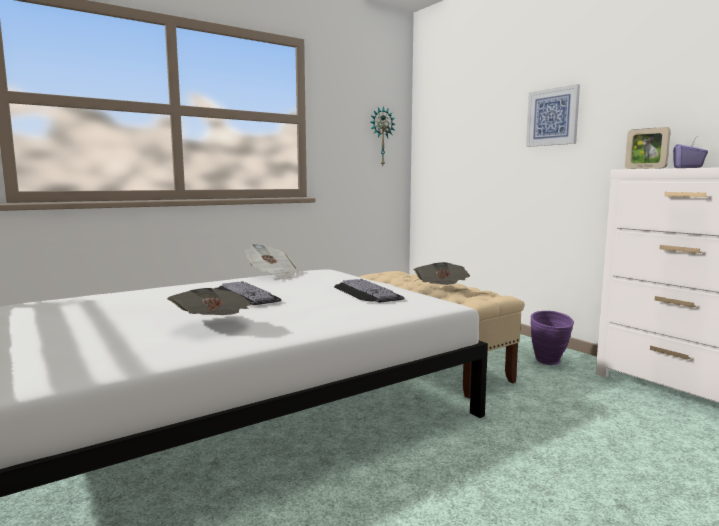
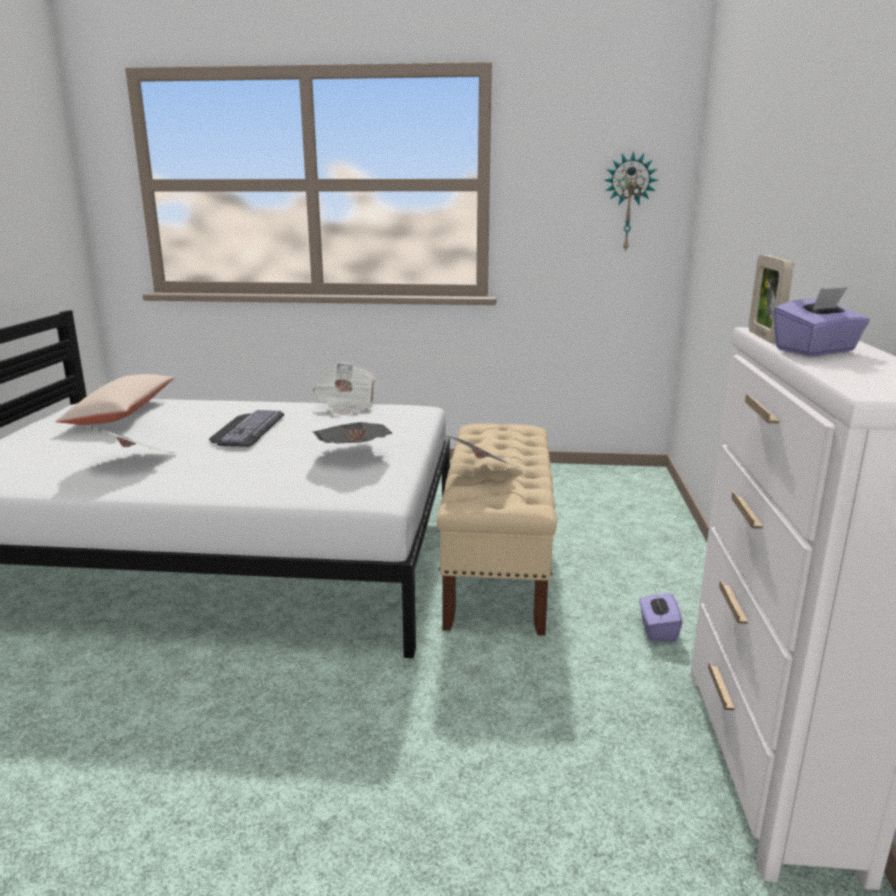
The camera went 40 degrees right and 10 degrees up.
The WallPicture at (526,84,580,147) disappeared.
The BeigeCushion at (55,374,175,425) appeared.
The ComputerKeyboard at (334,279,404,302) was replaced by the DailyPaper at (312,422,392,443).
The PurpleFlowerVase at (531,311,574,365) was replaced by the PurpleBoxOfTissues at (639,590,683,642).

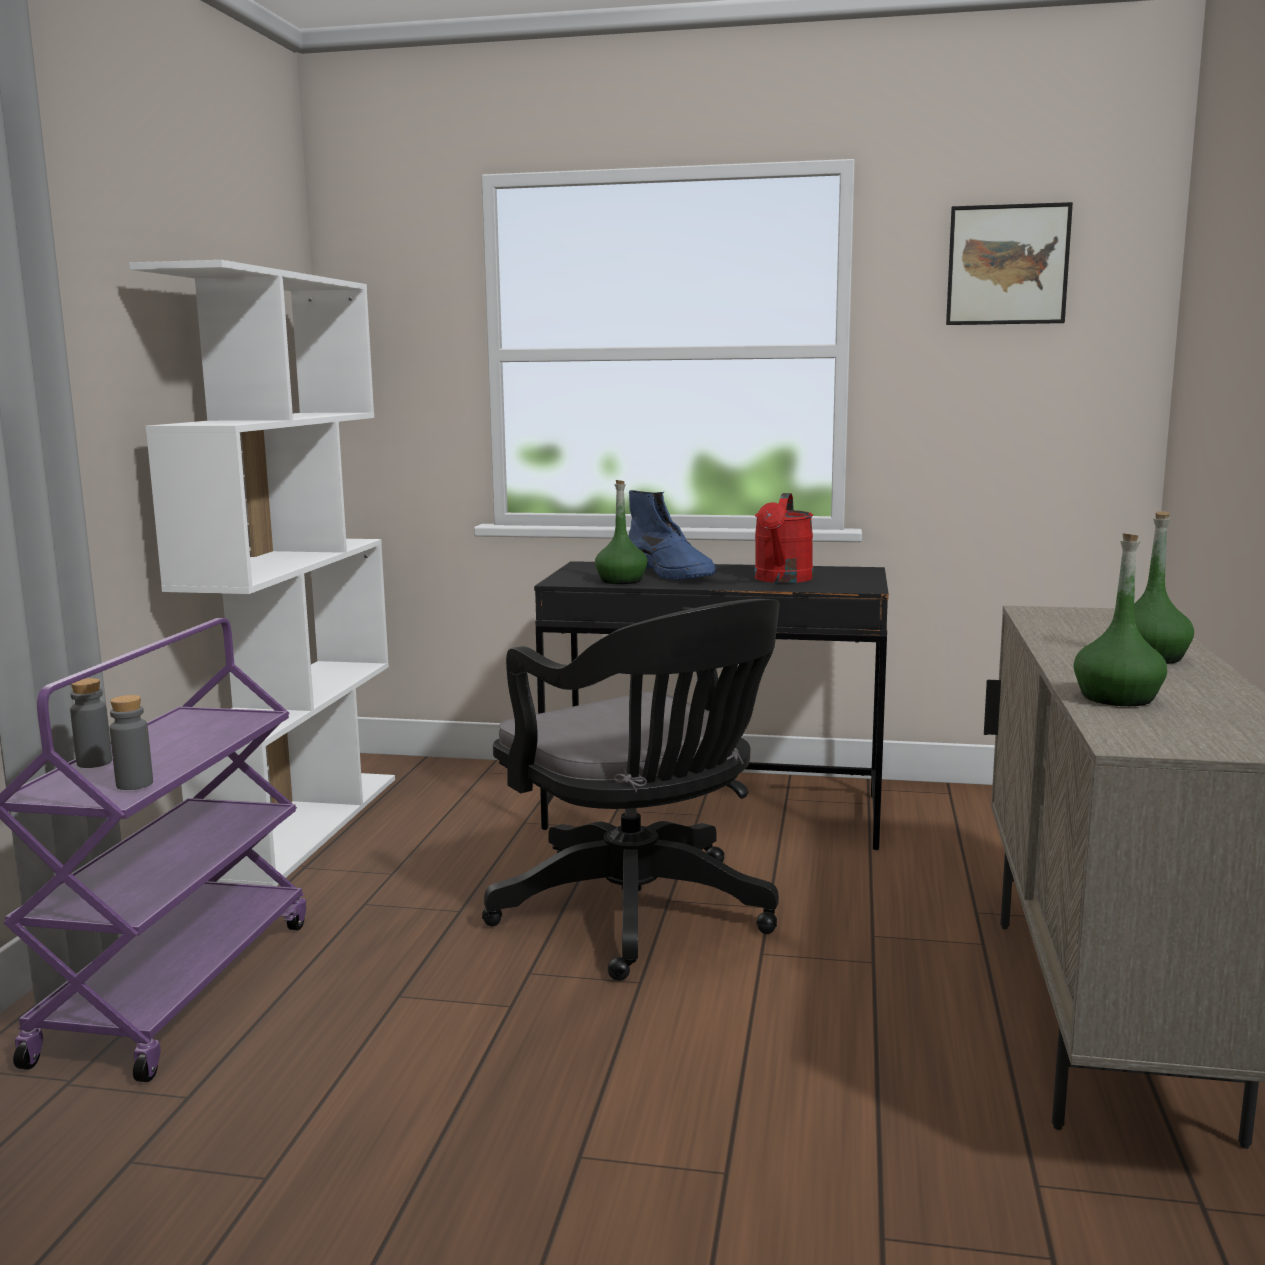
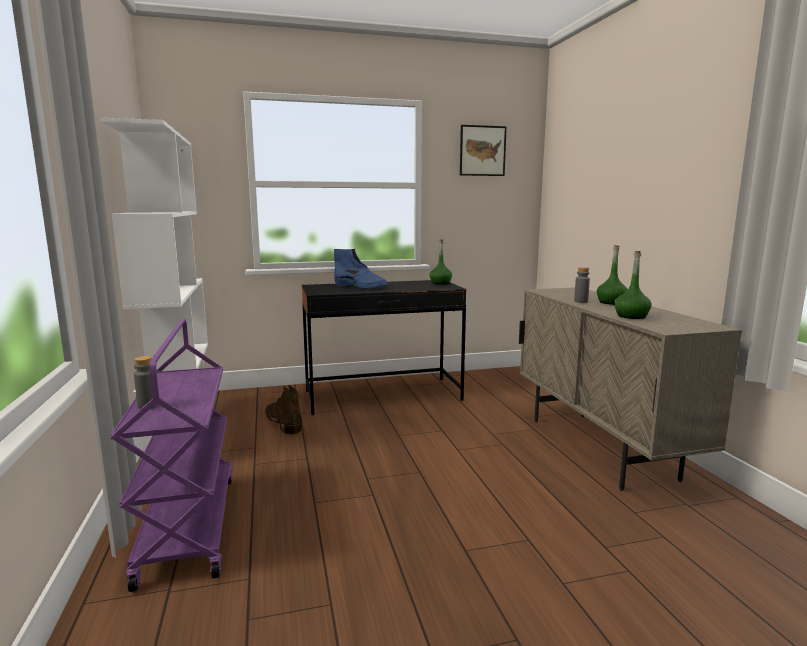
The camera went 25 degrees left and 0 degrees up.
The BlackColouredDeskChair at (482,599,780,981) disappeared.
The ReddishWateringCan at (754,493,813,583) disappeared.
The BrownishBoot at (265,385,302,435) appeared.
The GrayBeverageBottle moved from (110,695,153,790) to (574,267,590,303).
The GreenBeverageBottle moved from (595,480,648,584) to (429,239,452,285).

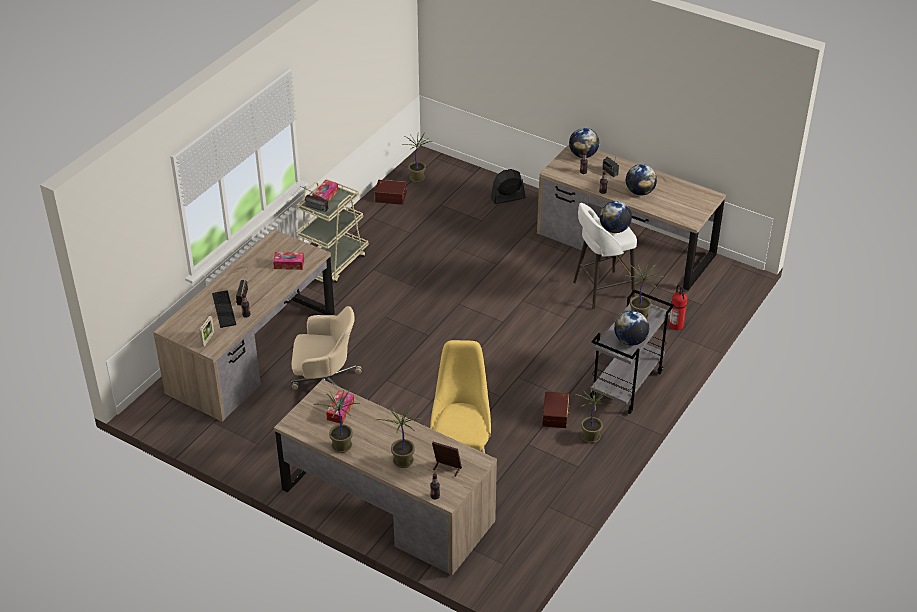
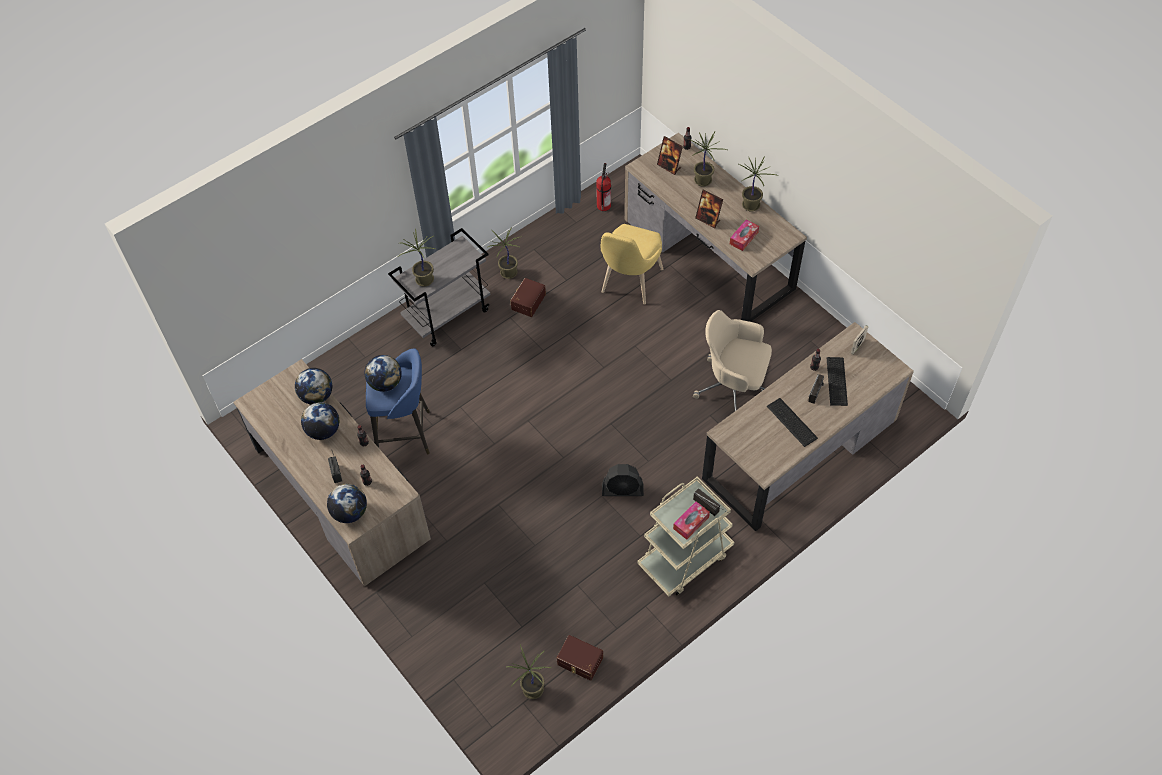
The camera went 160 degrees left and 15 degrees up.
The BoxOfTissues at (273,252,304,270) disappeared.
The PictureFrame at (695,189,723,228) appeared.
The ComputerKeyboard at (767,398,818,447) appeared.
The BlackColouredCoolingFan moved from (491,169,526,204) to (602,464,644,496).
The DeskGlobe moved from (614,311,649,346) to (295,368,332,404).
The FireFightingCylinder moved from (669,285,688,330) to (596,163,611,211).
The WhitishStool at (573,203,637,310) became the BlueStool at (366,348,430,454).

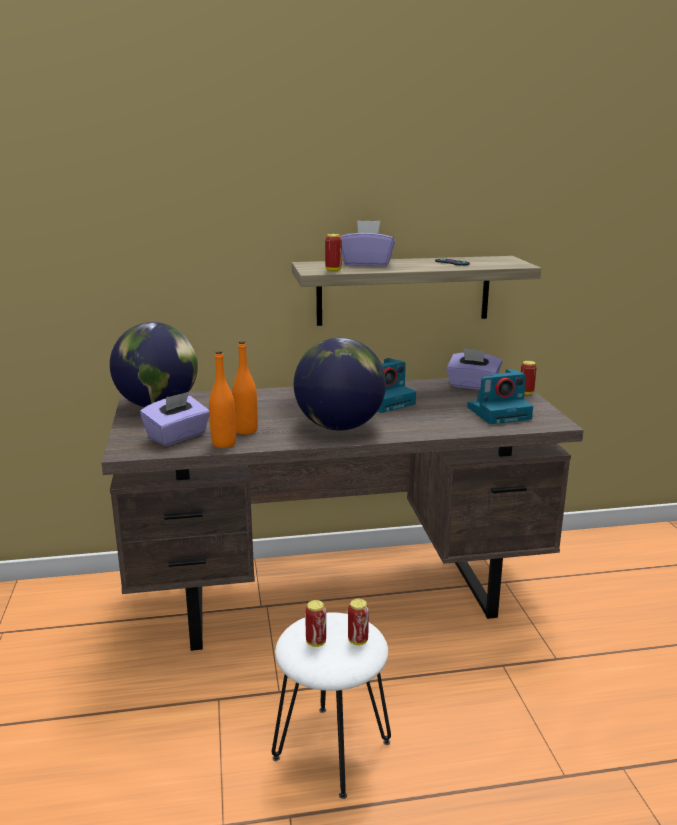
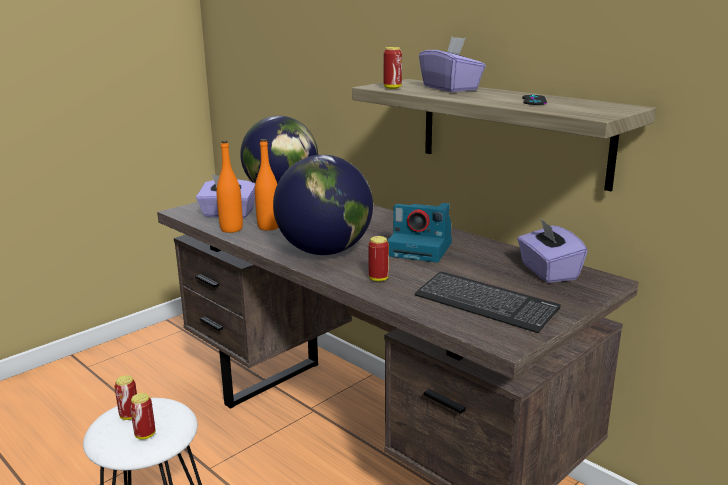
The camera went 55 degrees right and 0 degrees up.
The SealedCan moved from (521,361,537,395) to (368,236,389,282).
The StillCamera at (467,368,533,424) was replaced by the ComputerKeyboard at (415,272,561,333).

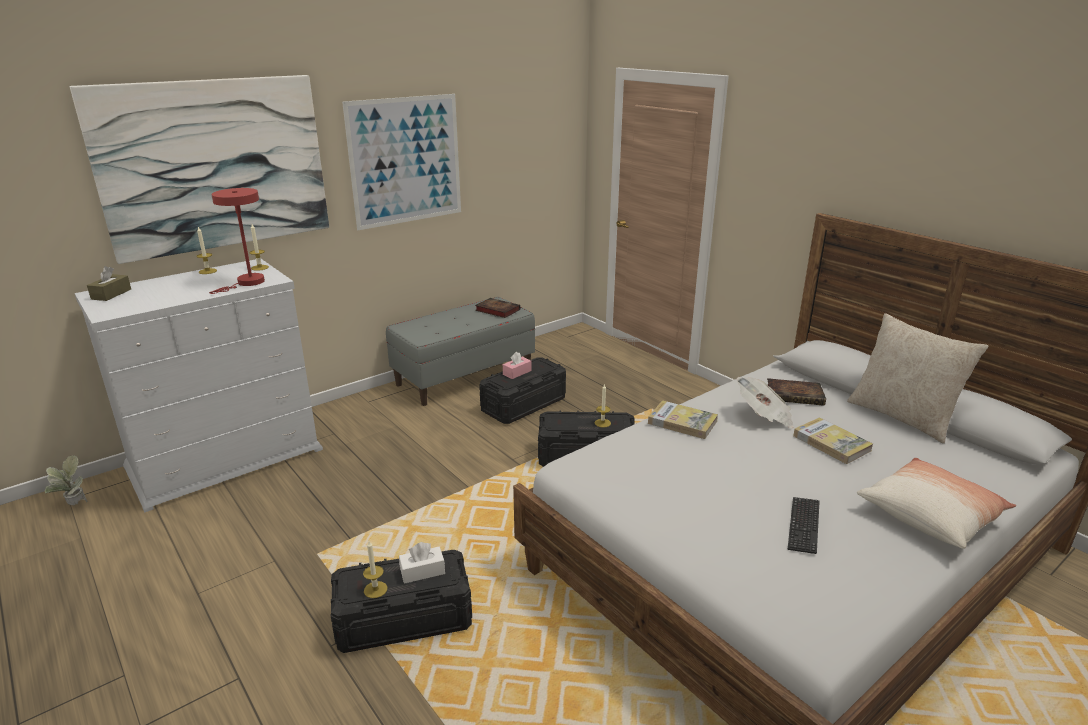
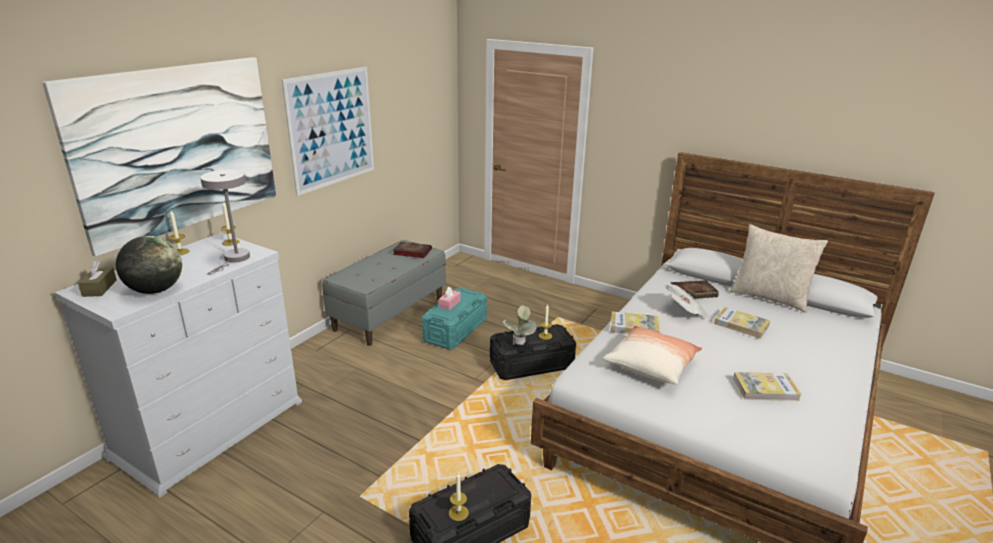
The camera went 20 degrees left and 0 degrees up.
The WhitishBoxOfTissues at (399,542,445,584) disappeared.
The DeskGlobe at (116,236,182,294) appeared.
The Houseplant moved from (45,456,87,505) to (502,305,537,345).
The Cushion moved from (857,458,1016,549) to (603,326,702,385).
The ComputerKeyboard at (788,497,820,554) was replaced by the BoundBook at (733,372,802,401).
The ReddishTabletopLamp at (209,188,265,294) became the GrayTabletopLamp at (200,170,250,275).
The BlackColouredStorageBin at (479,357,566,424) became the TurquoiseColouredStorageBin at (422,288,487,350).

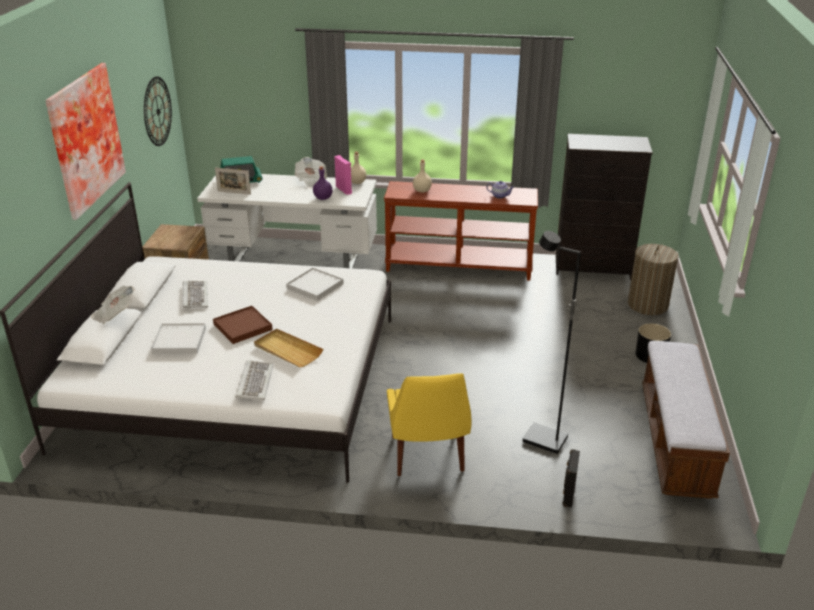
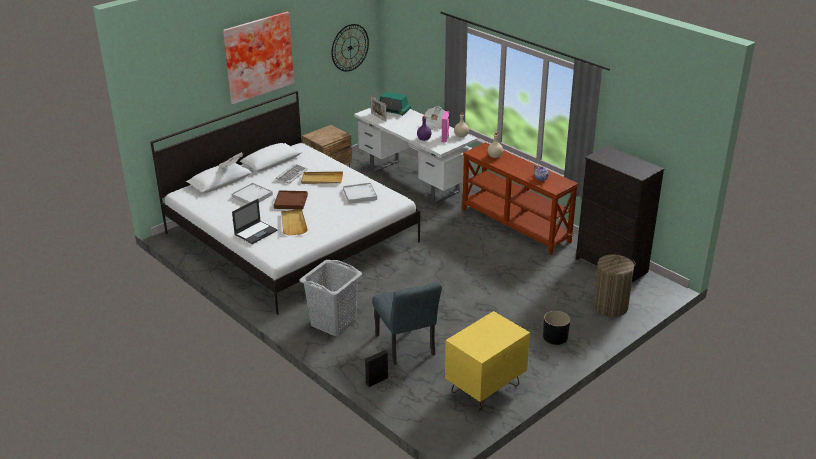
The camera went 40 degrees right and 0 degrees up.
The BeigeCarryingTray at (301,172,343,184) appeared.
The ComputerKeyboard at (236,361,273,400) was replaced by the Laptop at (232,199,278,244).
The YellowishPlainChair at (387,373,472,476) was replaced by the GrayLaundryBasket at (299,260,362,336).
The BlackColouredStandardLamp at (522,231,581,454) was replaced by the GrayPlainChair at (373,282,442,365).
The IndoorBench at (642,341,730,499) was replaced by the YellowishNightTable at (445,311,530,411).

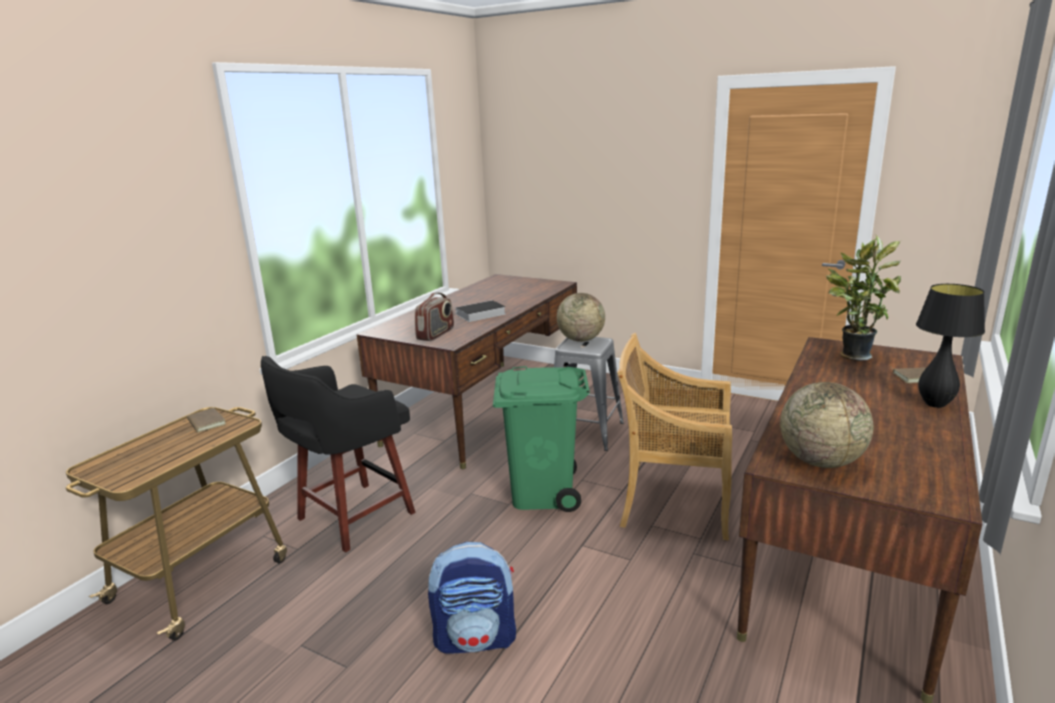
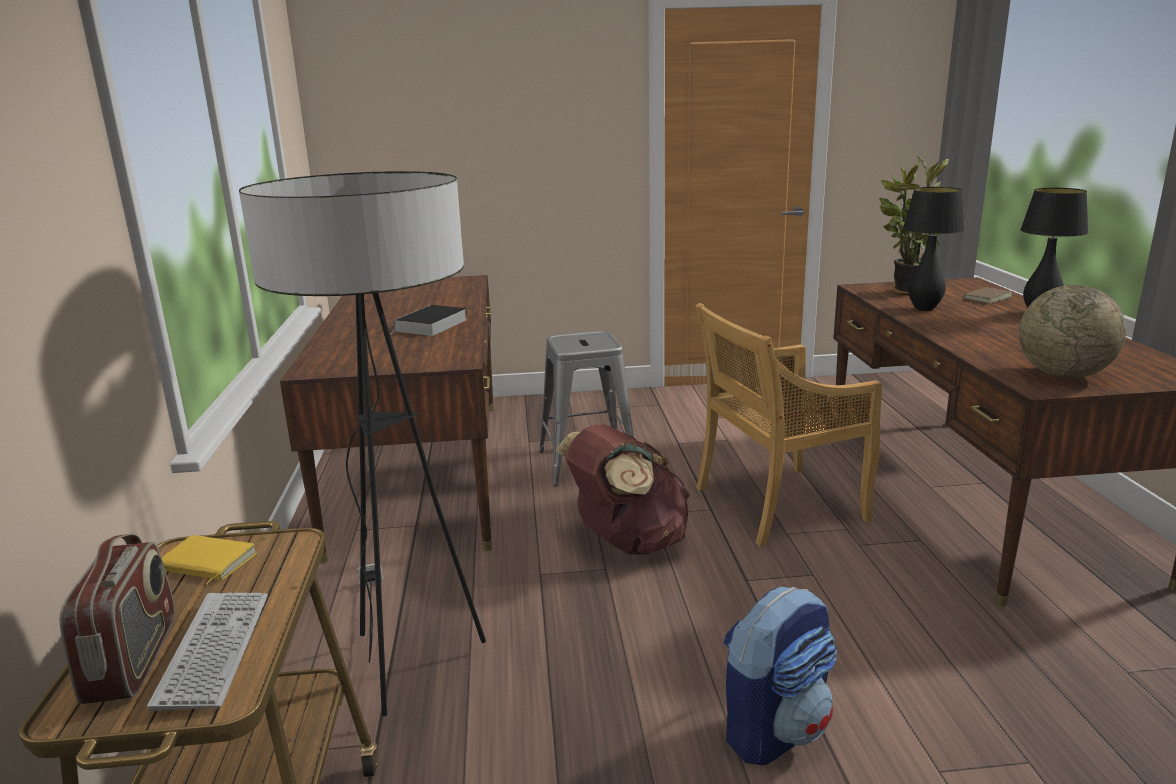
The camera went 35 degrees left and 0 degrees up.
The DeskGlobe at (557,293,605,342) disappeared.
The ComputerKeyboard at (147,593,268,711) appeared.
The BlackColouredTabletopLamp at (903,187,965,311) appeared.
The RadioSet moved from (415,292,454,341) to (60,534,175,704).
The BlackColouredStool at (261,356,415,552) was replaced by the StandardLamp at (239,171,486,716).
The GreenRubbishBin at (493,366,590,512) was replaced by the BrownishBackpack at (556,425,690,554).
The BrownishBoundBook at (187,408,226,433) became the YellowishBoundBook at (161,535,257,585).

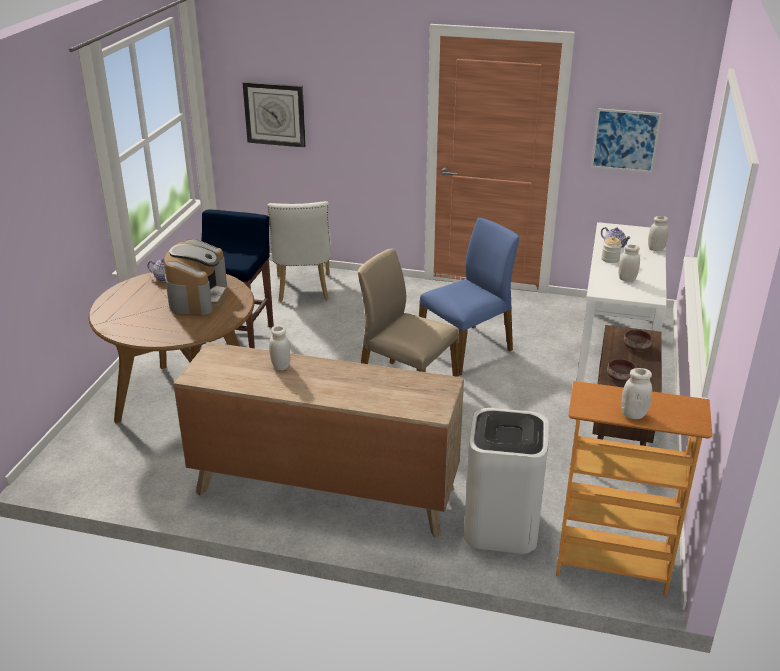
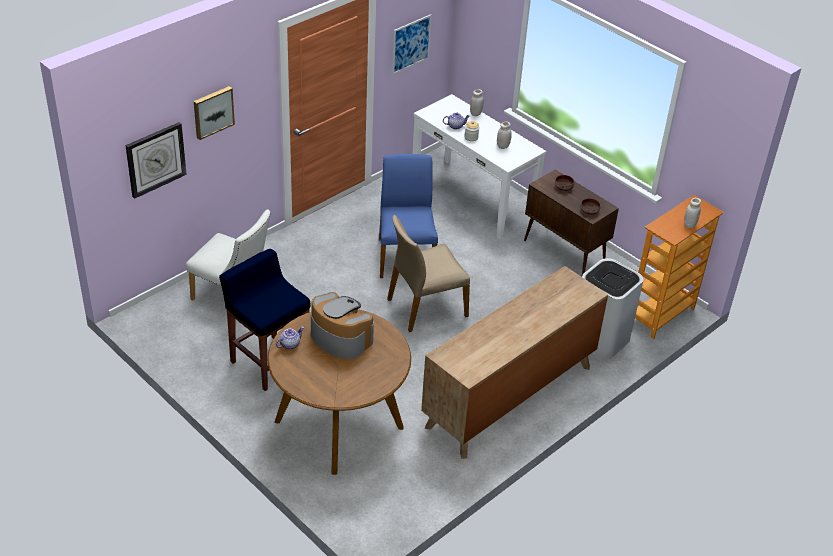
The camera went 60 degrees left and 10 degrees up.
The WhitishStorageJar at (269,325,290,370) disappeared.
The WallPicture at (194,86,235,140) appeared.

